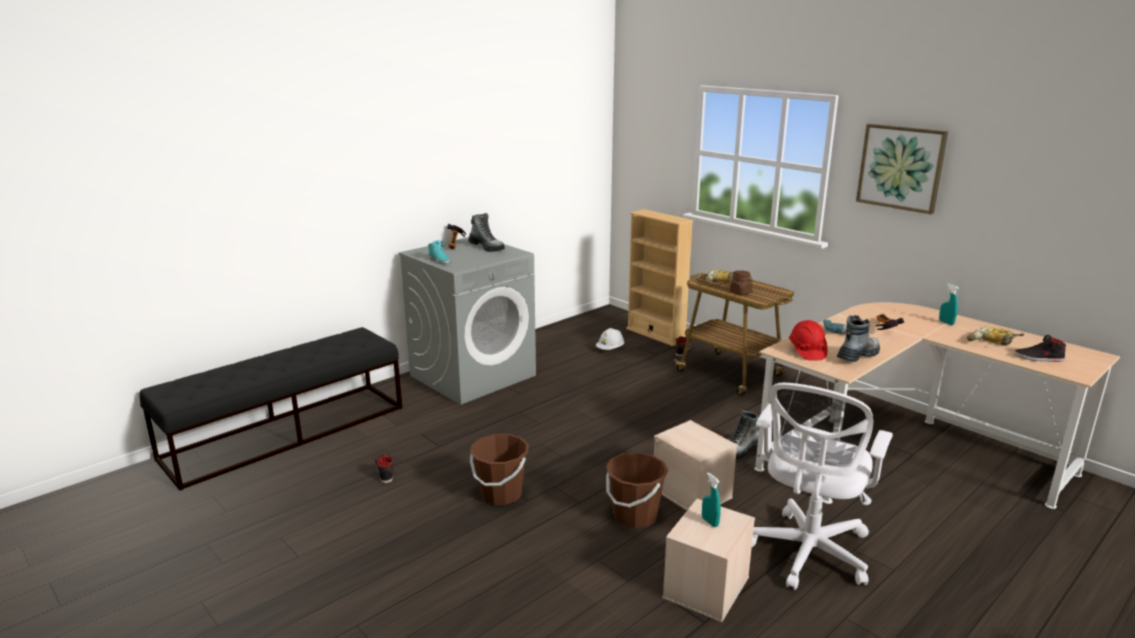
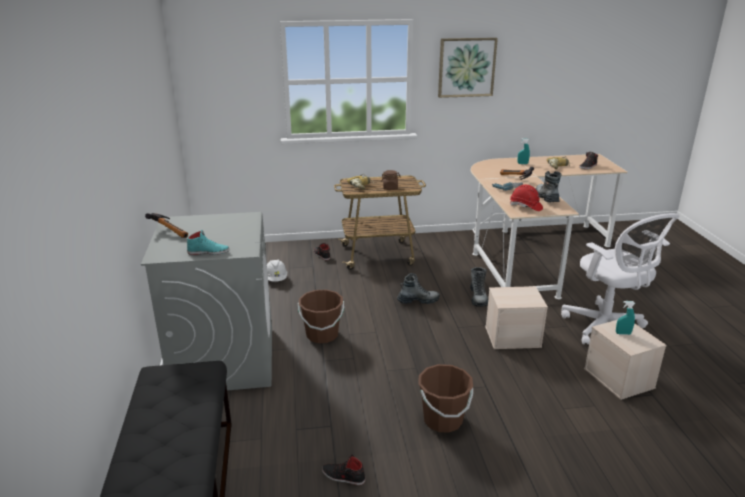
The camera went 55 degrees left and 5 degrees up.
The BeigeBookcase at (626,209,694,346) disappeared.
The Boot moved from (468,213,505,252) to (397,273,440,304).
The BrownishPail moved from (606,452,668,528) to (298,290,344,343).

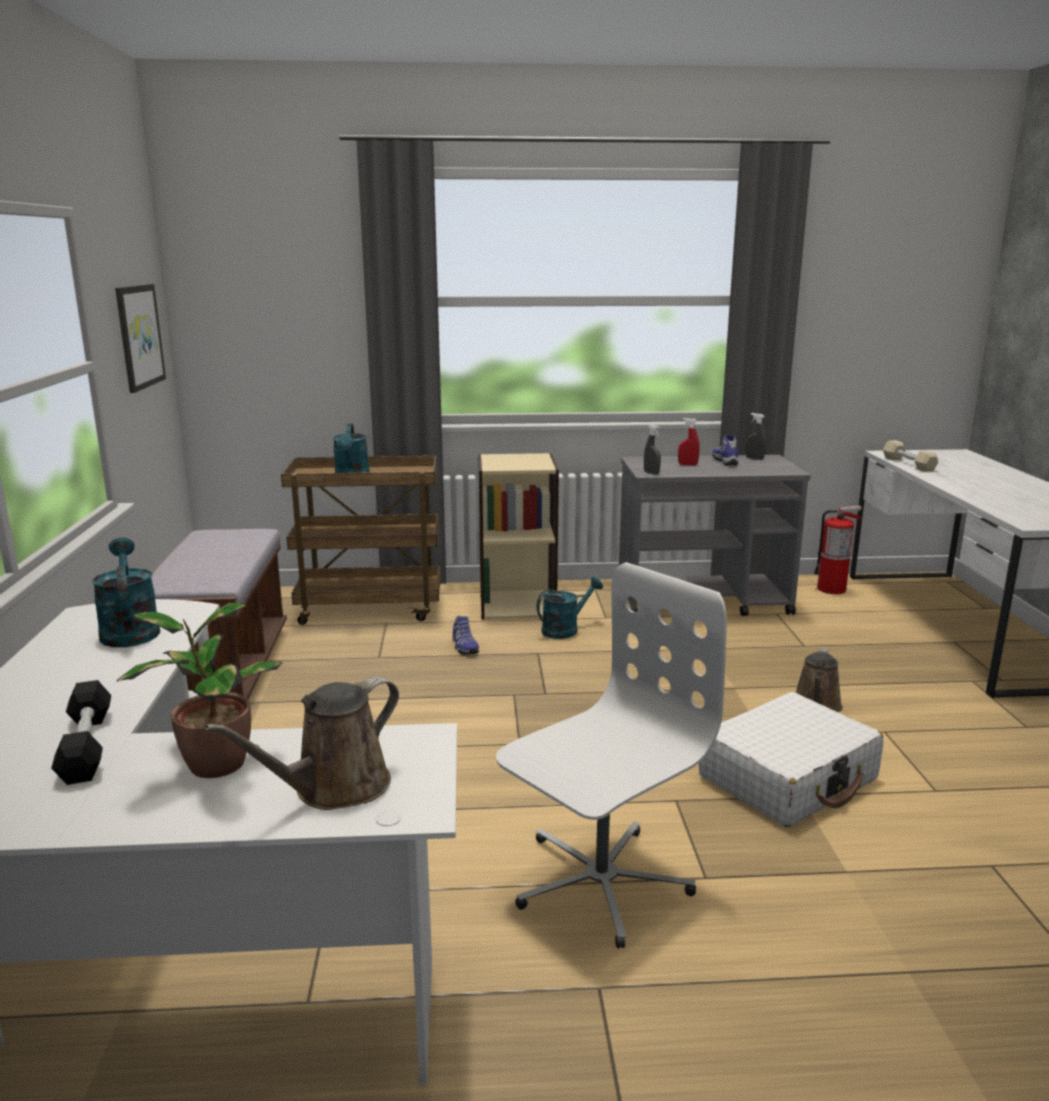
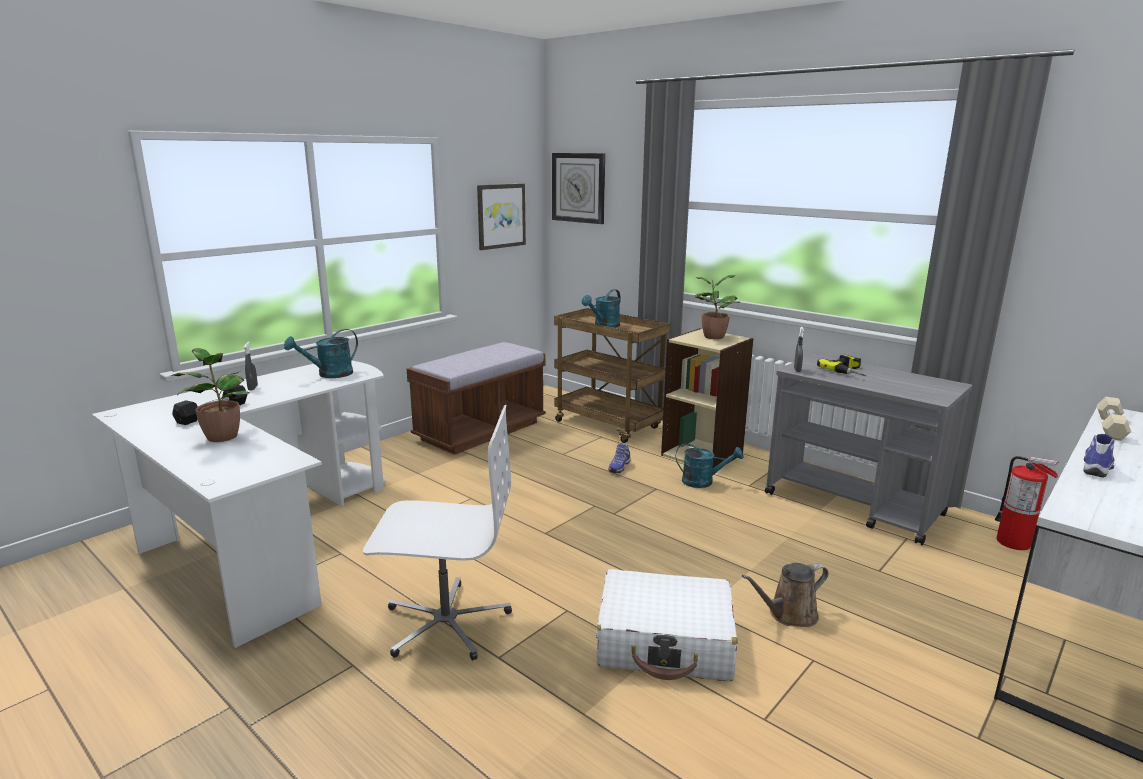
The camera went 45 degrees right and 0 degrees up.
The BrownishWateringCan at (205,677,399,810) disappeared.
The HangingClock at (552,153,605,224) appeared.
The Houseplant at (693,275,740,339) appeared.
The Shoe moved from (712,435,738,465) to (1083,434,1115,477).
The GraySprayBottle moved from (746,413,766,460) to (244,342,258,391).
The ReddishSprayBottle at (678,418,700,465) was replaced by the ElectricDrill at (817,355,866,377).
The TurquoiseColouredWateringCan at (92,538,160,647) turned 150 degrees counterclockwise.

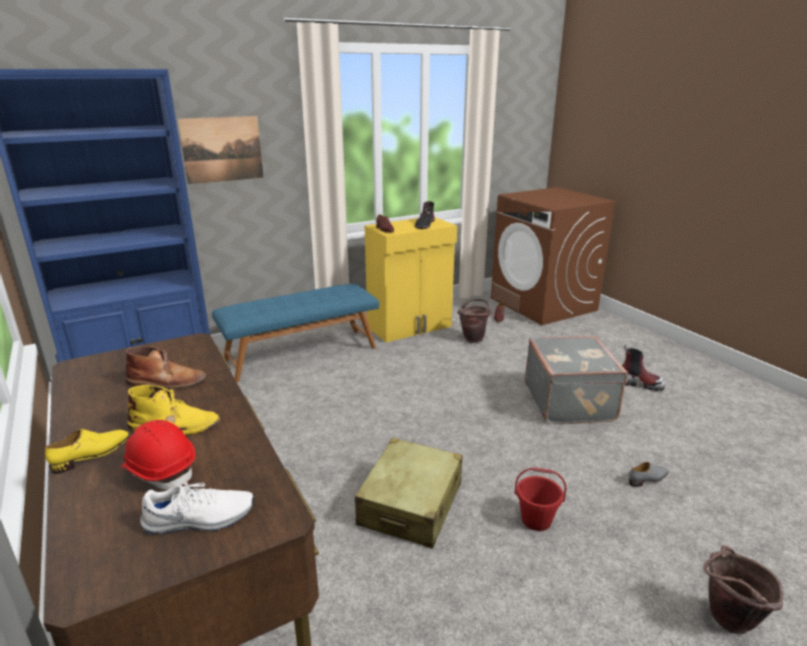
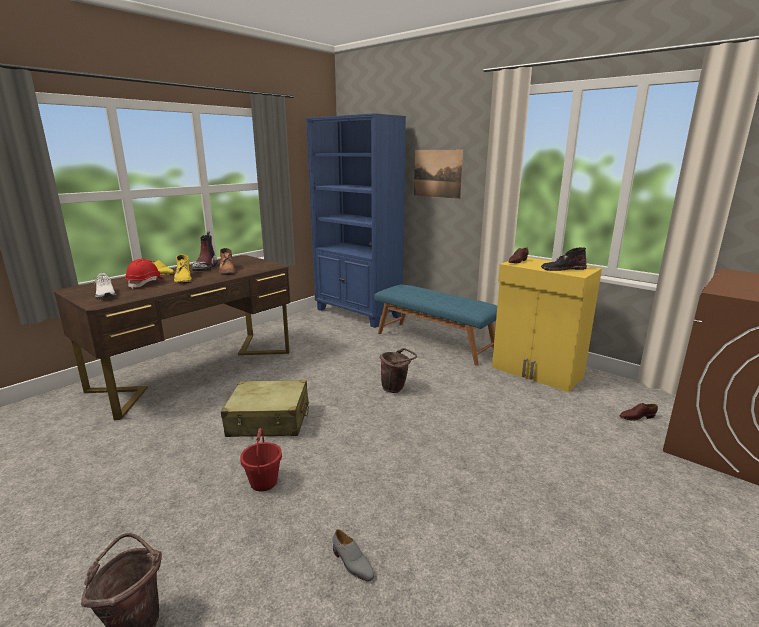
The camera went 70 degrees right and 5 degrees down.
The GraySuitcase at (525,336,628,424) disappeared.
The BrownishPail moved from (457,299,492,343) to (380,348,417,393).
The Boot moved from (622,345,665,391) to (192,231,218,271).

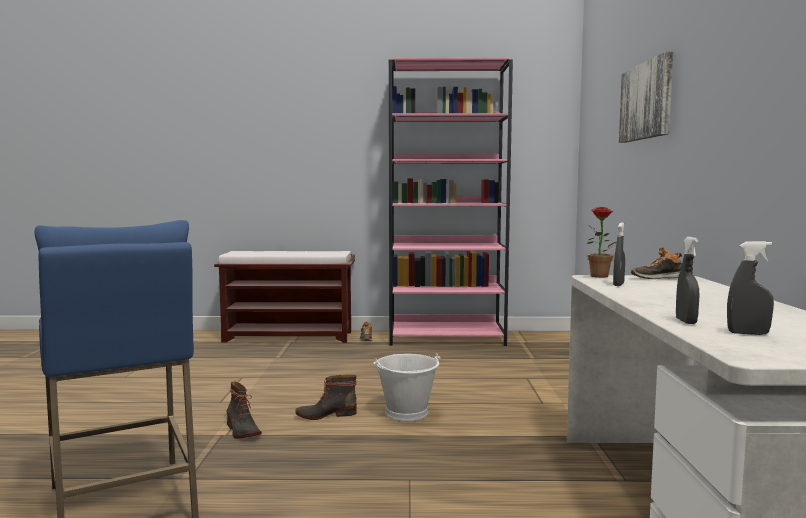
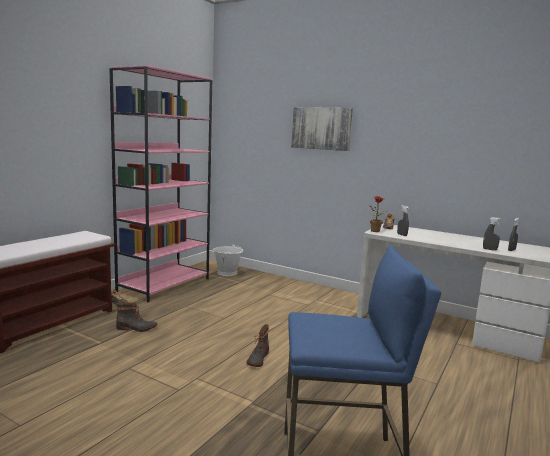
The camera went 60 degrees left and 5 degrees up.
The Boot moved from (227,382,262,439) to (116,303,157,332).
The WhitishPail moved from (374,353,441,421) to (213,244,243,276).

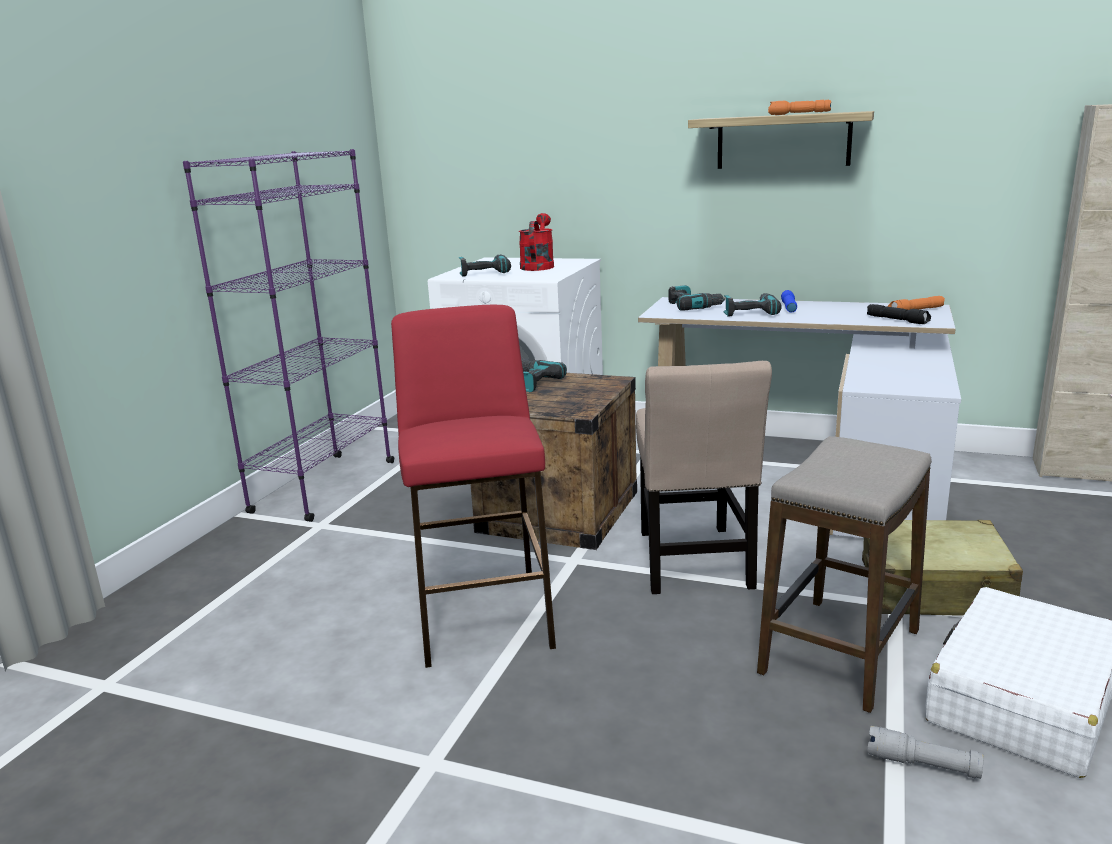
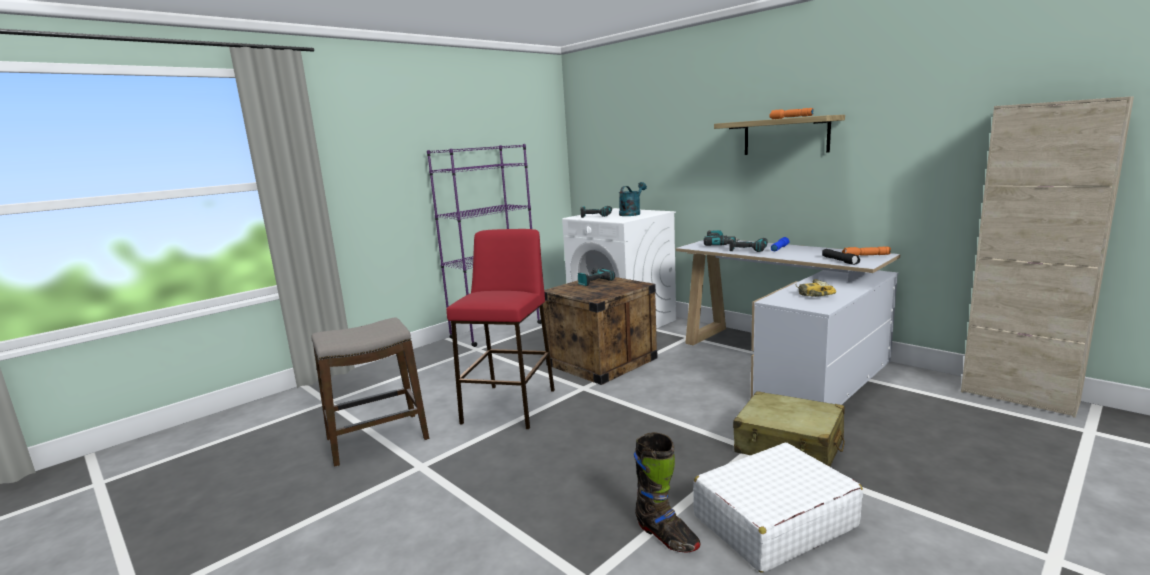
The camera went 25 degrees right and 5 degrees down.
The BeigePlainChair at (636,361,772,594) disappeared.
The ElectricDrill at (796,279,836,297) appeared.
The Stool moved from (757,436,932,713) to (311,317,429,467).
The GrayHandTorch at (867,726,983,779) was replaced by the BlackColouredBoot at (634,432,701,552).
The ReddishWateringCan at (519,213,554,271) became the TurquoiseColouredWateringCan at (619,182,647,216).

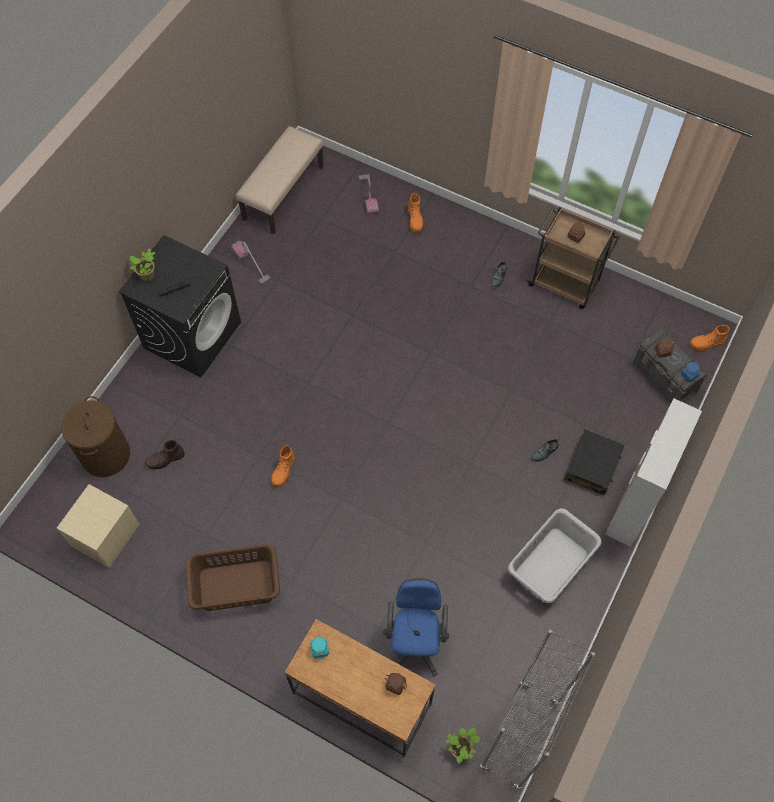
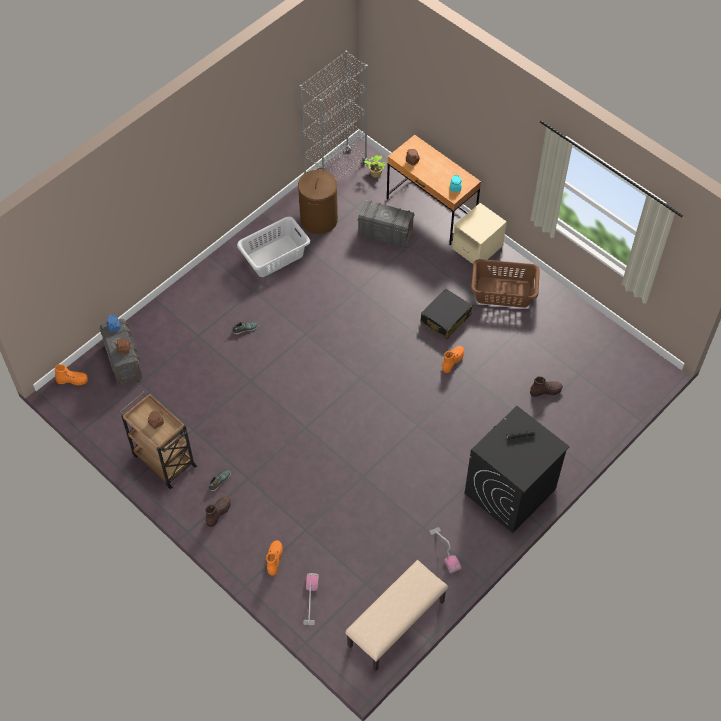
The camera went 165 degrees left and 5 degrees down.
The Houseplant at (129,249,155,281) disappeared.
The Cabinet at (605,398,702,547) disappeared.
The BrownishBoot at (206,496,230,527) appeared.
The BeigeNightTable moved from (57,484,140,568) to (452,203,507,264).
The BrownishLaundryBasket moved from (61,396,130,477) to (298,168,338,234).
The BlackColouredSuitcase moved from (564,429,625,496) to (420,288,472,339).
The BlueDeskChair at (383,578,450,676) was replaced by the GrayStorageBin at (357,200,415,248).

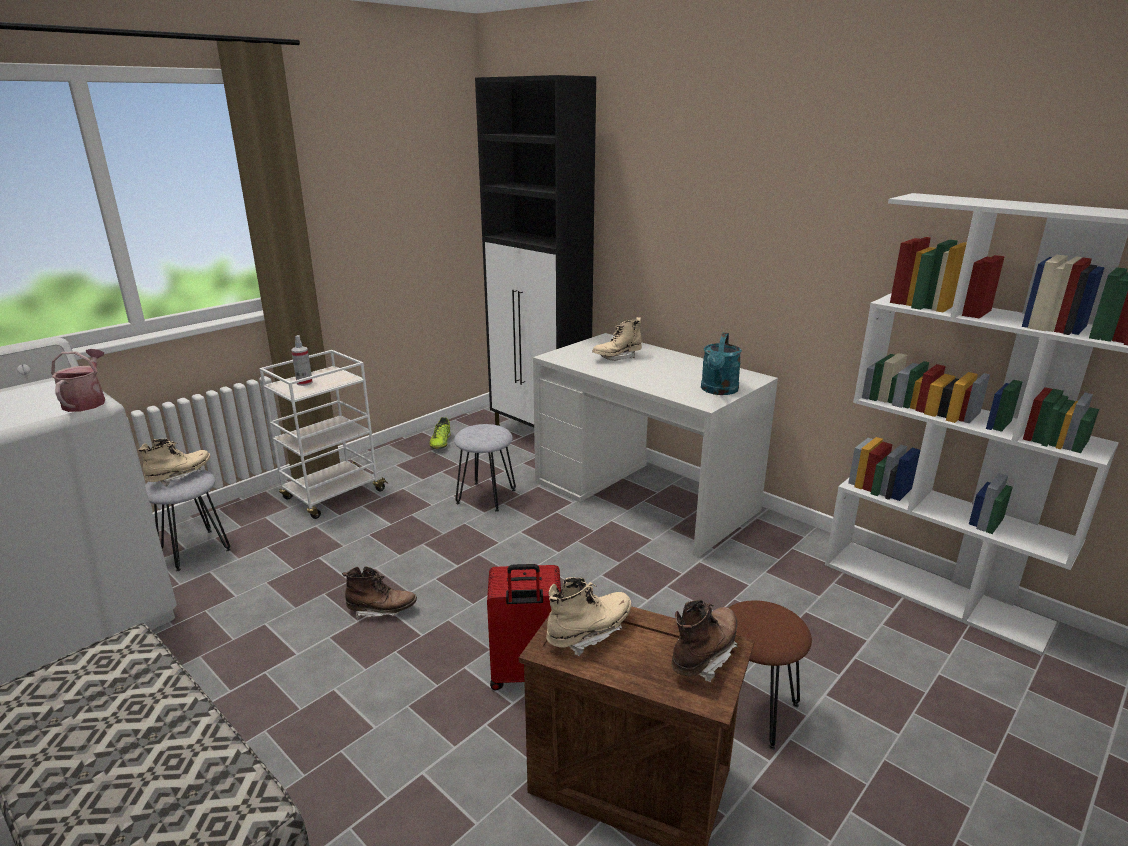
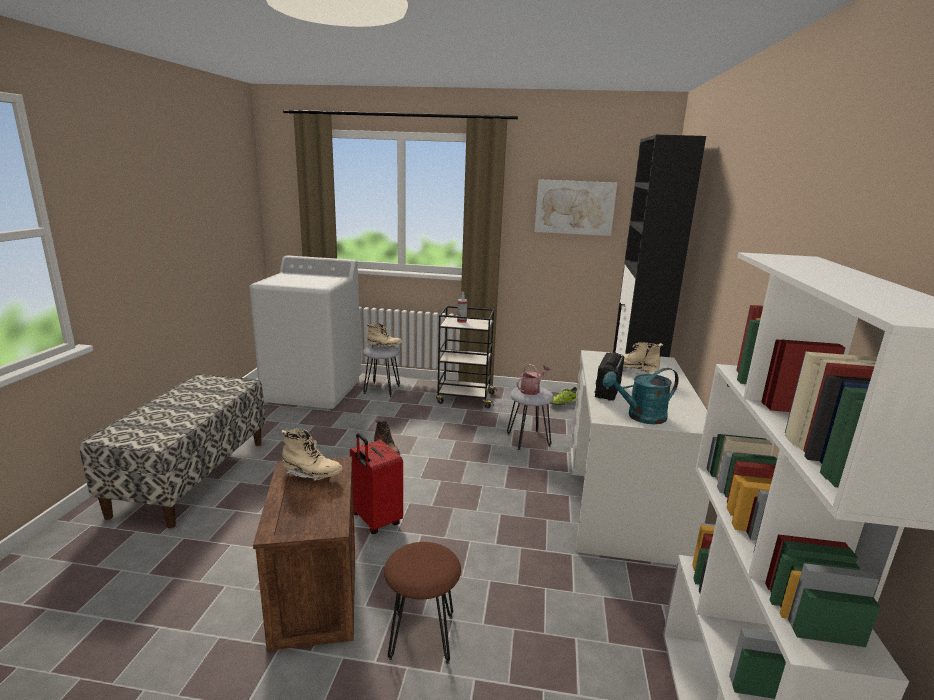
The camera went 55 degrees right and 5 degrees down.
The BrownishBoot at (671,600,737,682) disappeared.
The WallPicture at (534,179,617,236) appeared.
The RadioSet at (594,352,624,401) appeared.
The WateringCan moved from (51,349,105,412) to (517,364,550,395).
The WhitishCart at (259,350,389,519) became the BlackColouredCart at (436,306,497,408).

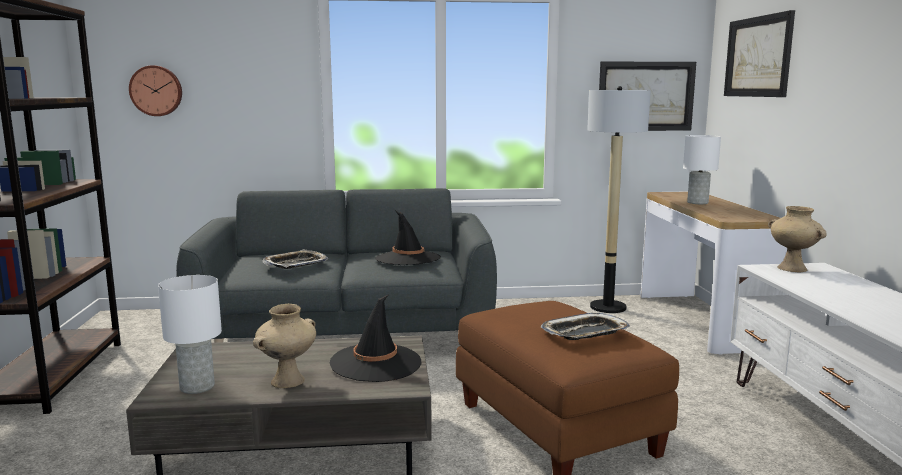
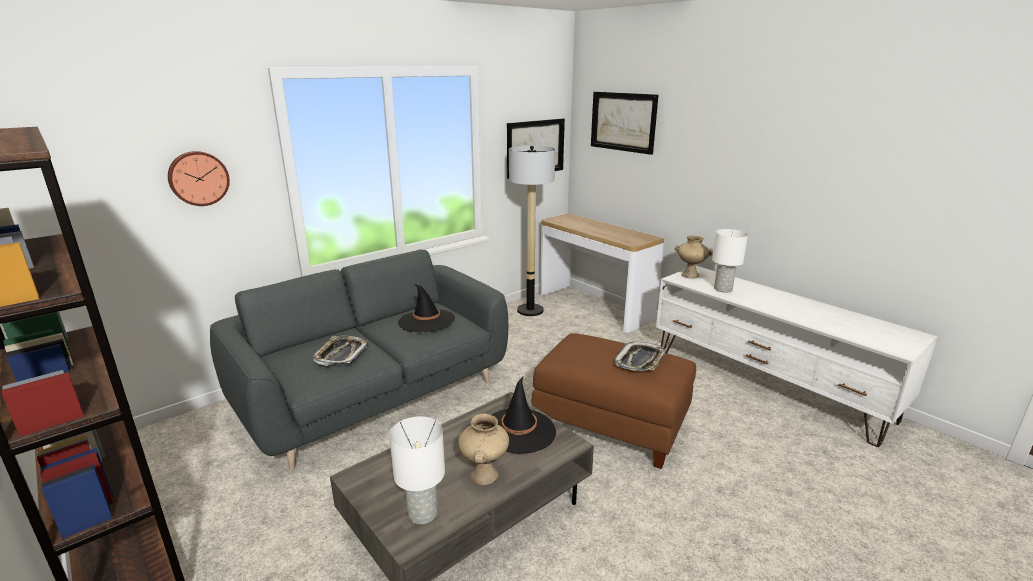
The camera went 35 degrees left and 10 degrees up.
The HangingClock moved from (129,65,182,116) to (168,151,230,206).
The WhitishTabletopLamp moved from (683,135,721,204) to (712,229,748,293).

